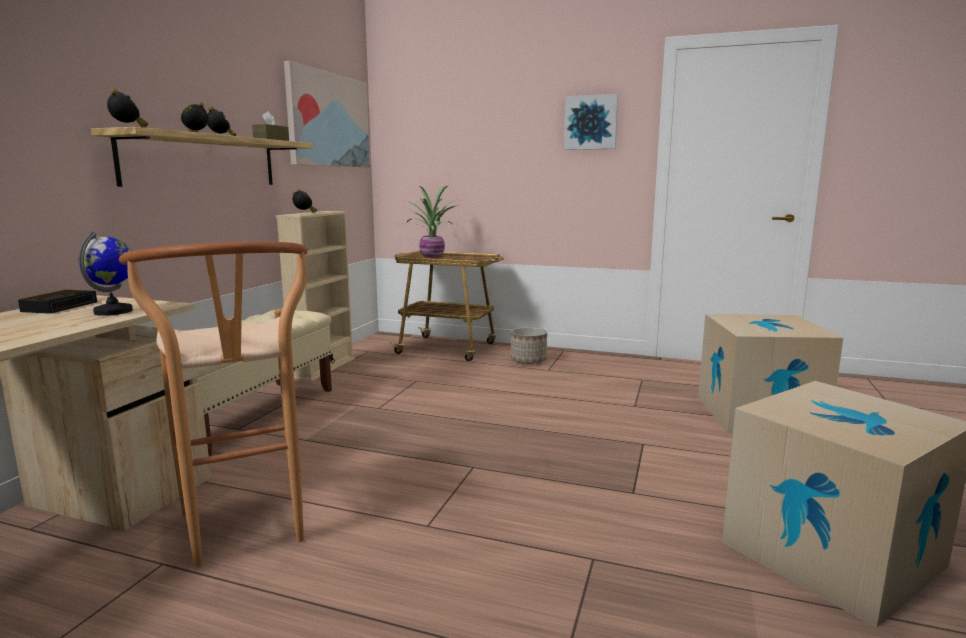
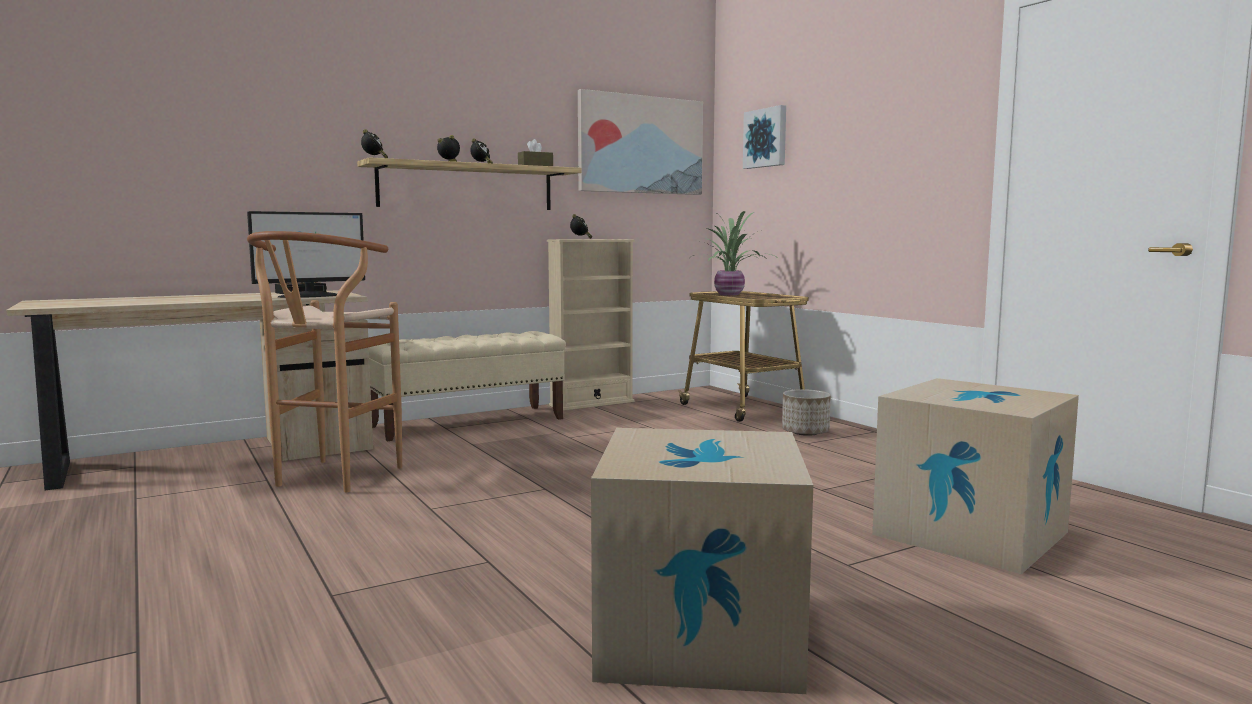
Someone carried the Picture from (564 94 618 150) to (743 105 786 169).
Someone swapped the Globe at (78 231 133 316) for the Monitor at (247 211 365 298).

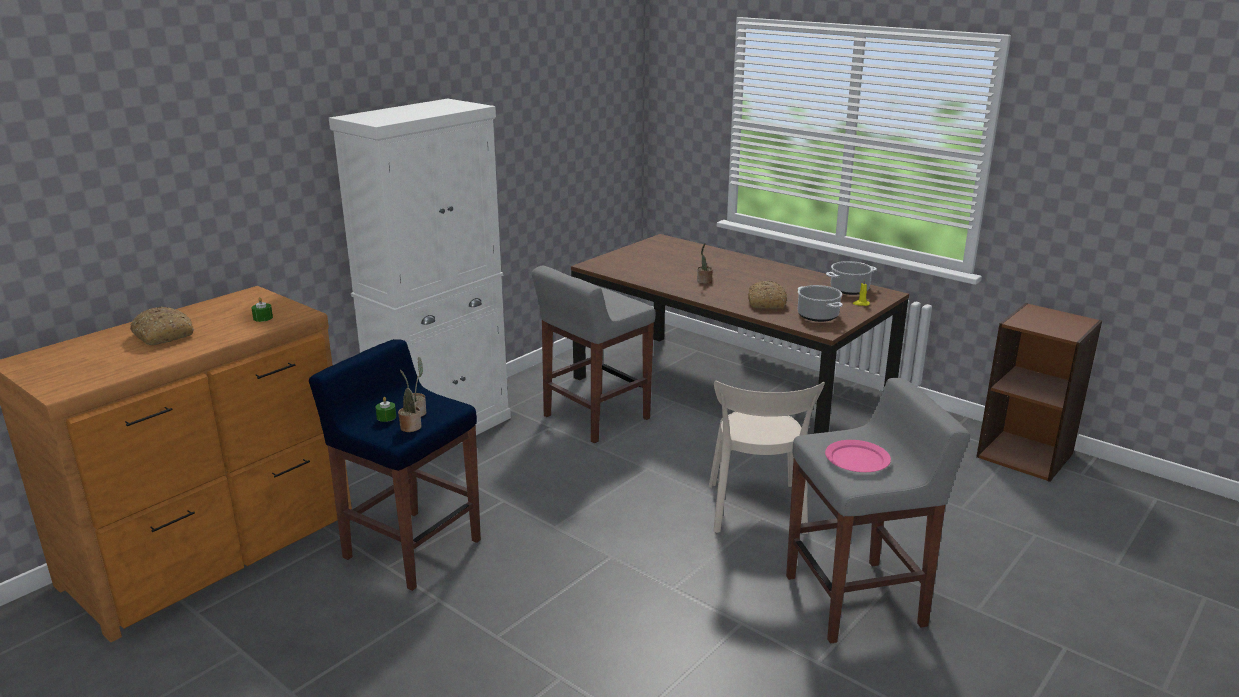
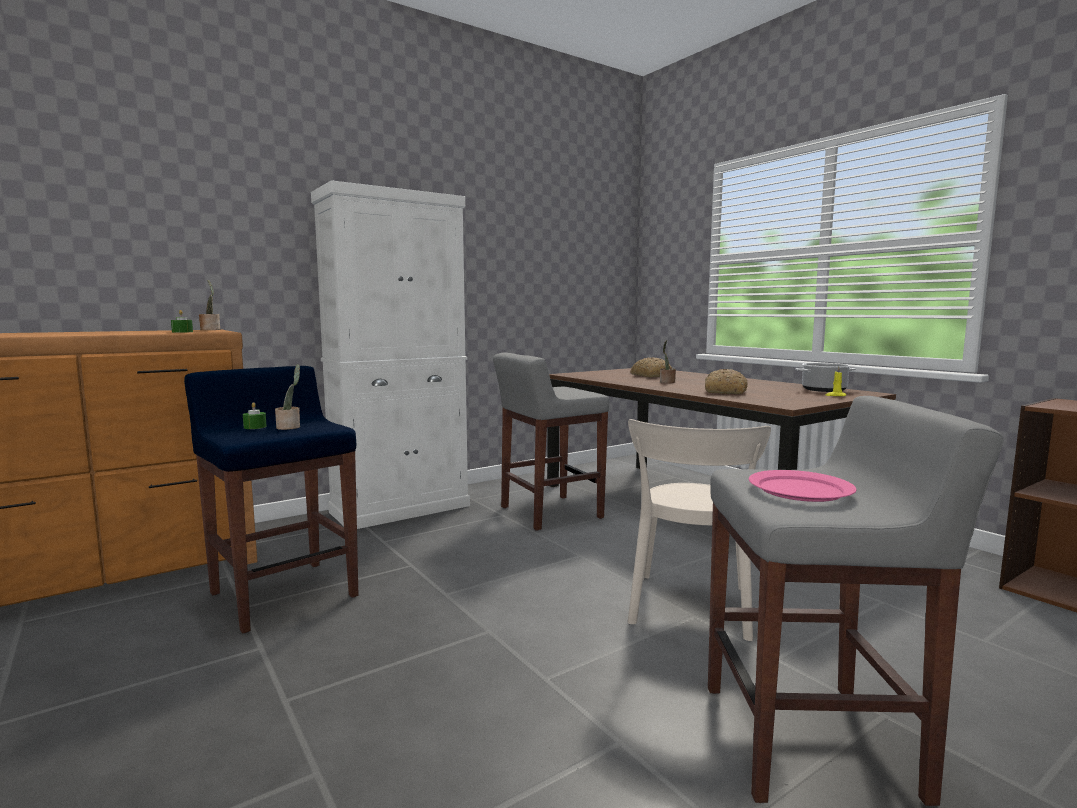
Someone took away the CookingPot at (797 285 842 322).
Someone carried the Bread from (130 307 194 345) to (630 357 672 377).
Someone carried the PottedPlant from (398 370 422 432) to (199 280 220 330).

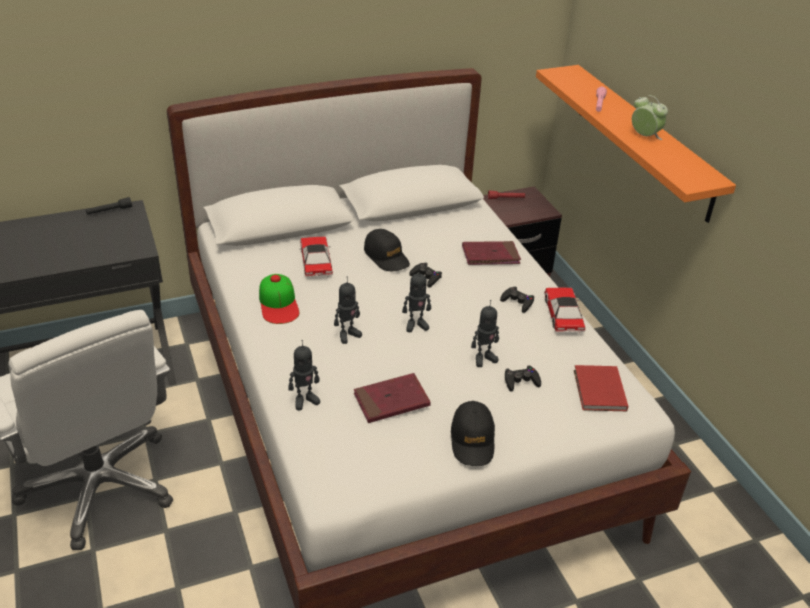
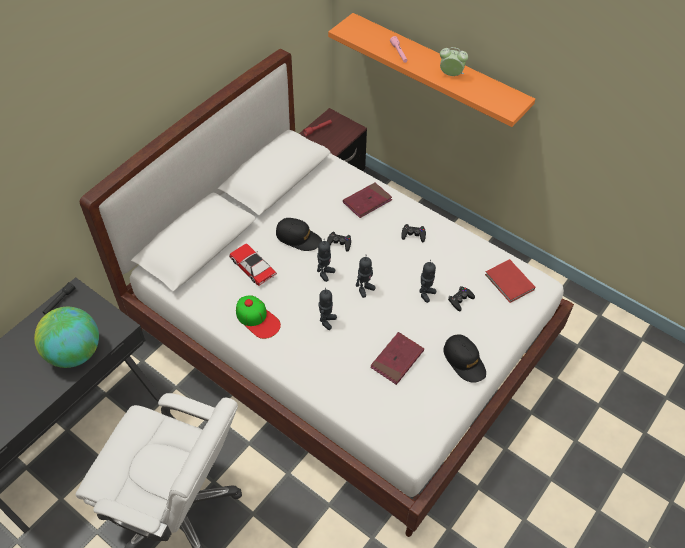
Someone took away the ToyCar at (544 288 585 333).
Someone carried the ToyRobot from (288 340 320 410) to (317 241 335 282).
Someone put down the Globe at (34 307 99 368).

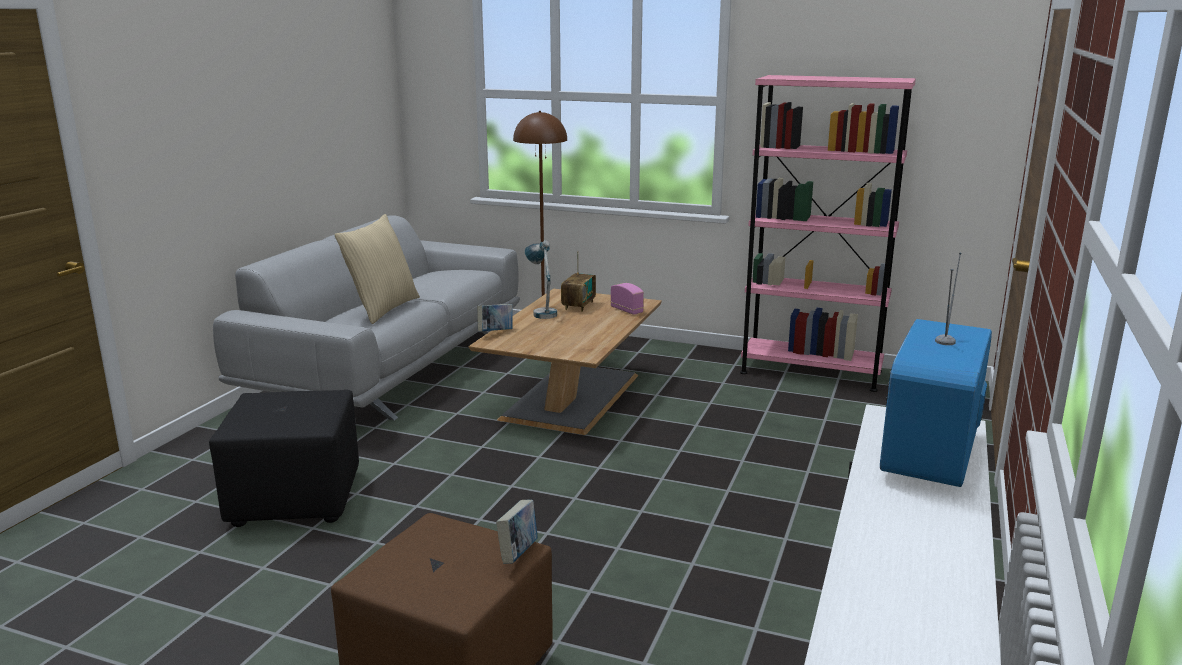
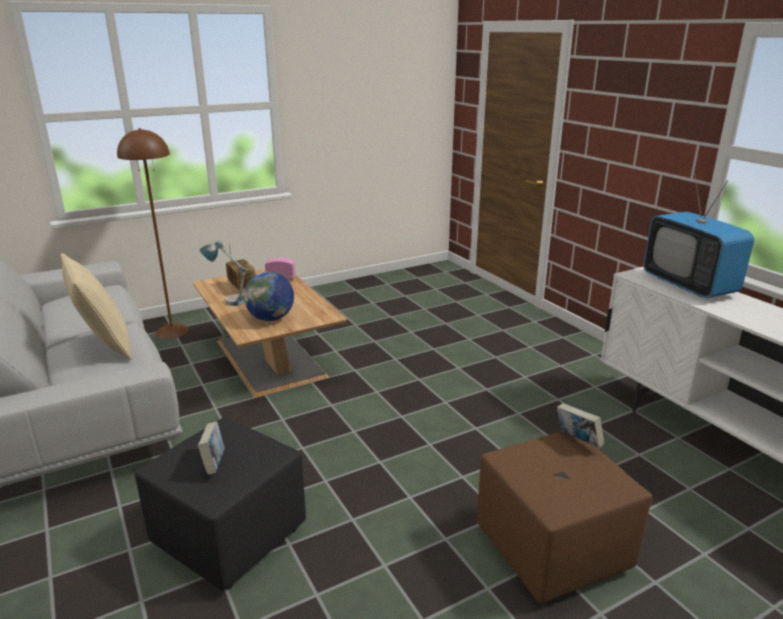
Someone took away the PinkBookcase at (740 75 916 392).
Someone carried the Book from (477 304 513 332) to (198 422 225 475).
Someone put down the Globe at (244 272 294 321).

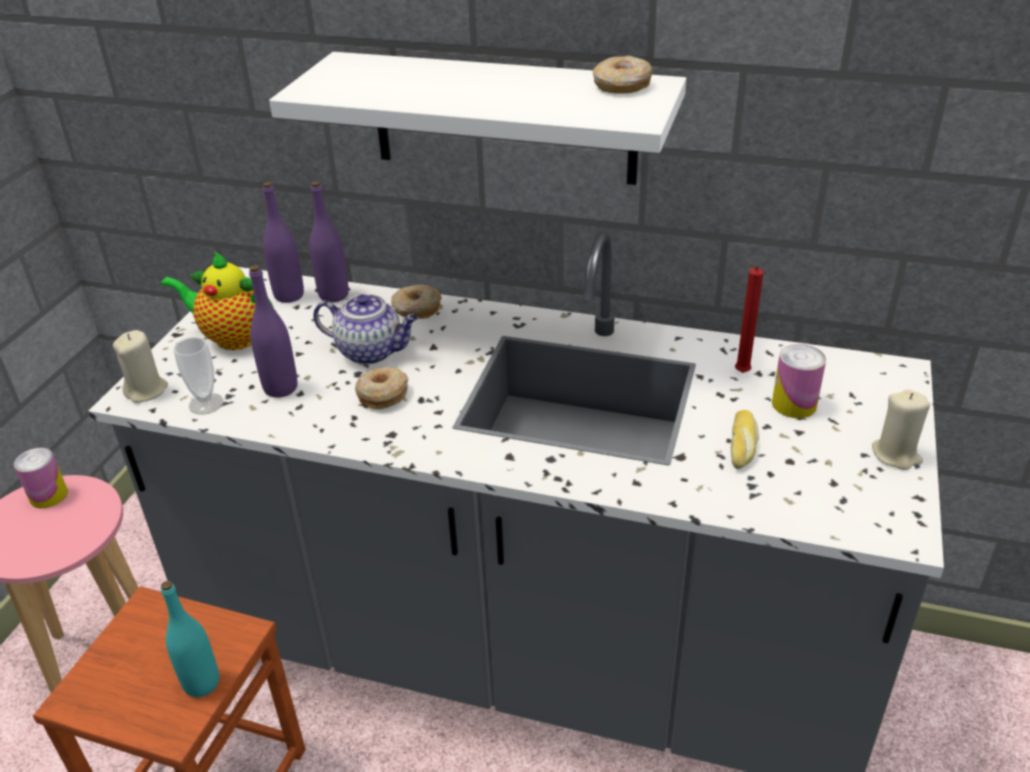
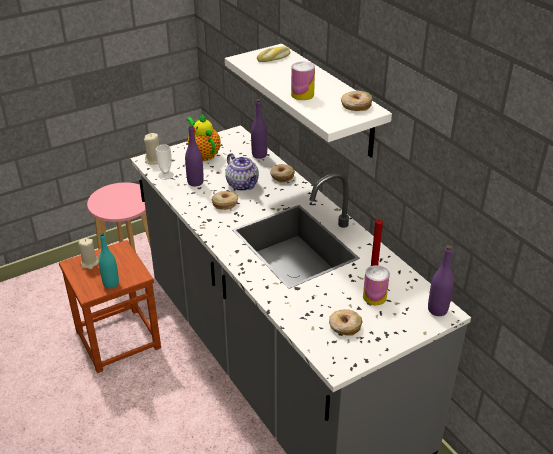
Someone carried the PurpleBottle from (263 182 304 303) to (428 245 454 316).
Someone carried the BeigeCandle from (872 390 930 470) to (78 238 99 269).
Someone carried the Bread from (731 410 759 469) to (257 46 291 62).
Someone carried the Can from (14 448 68 508) to (291 62 315 100).
Someone put down the Donut at (329 309 363 336).

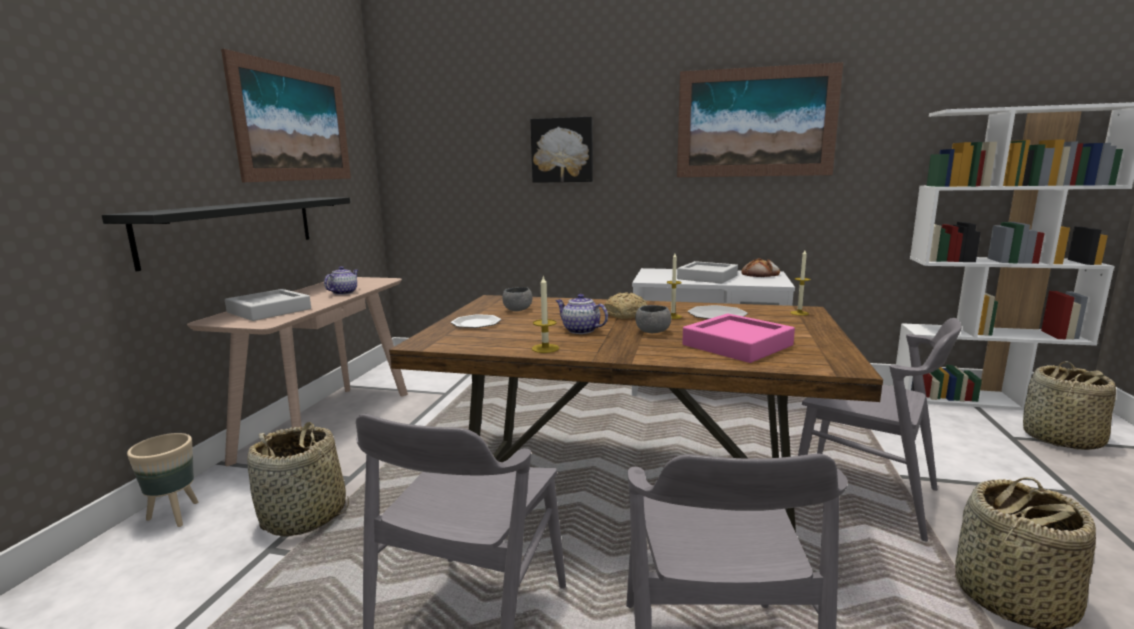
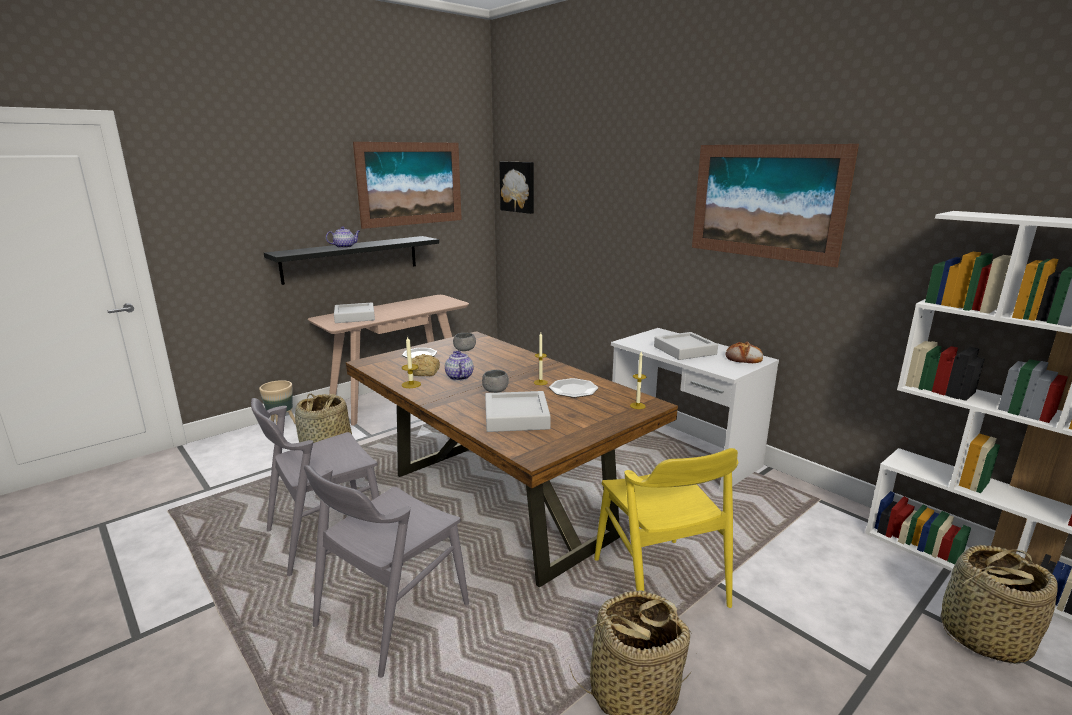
Someone carried the Picture from (530 116 593 183) to (499 162 534 214).
Someone carried the Teapot from (324 266 358 295) to (326 226 360 248).
Someone carried the Bread from (604 292 647 319) to (407 354 440 376).
Someone repainted the PinkTray at (682 313 795 363), which became the GreyTray at (485 391 551 432).
Someone repainted the GreyChair at (798 318 962 541), which became the YellowChair at (594 448 739 608).

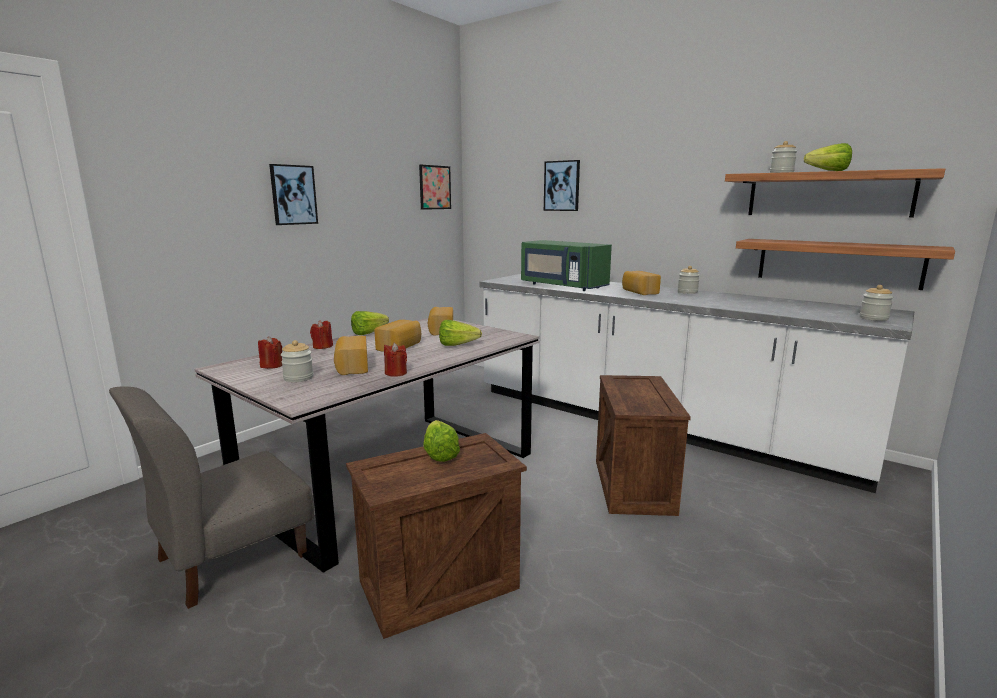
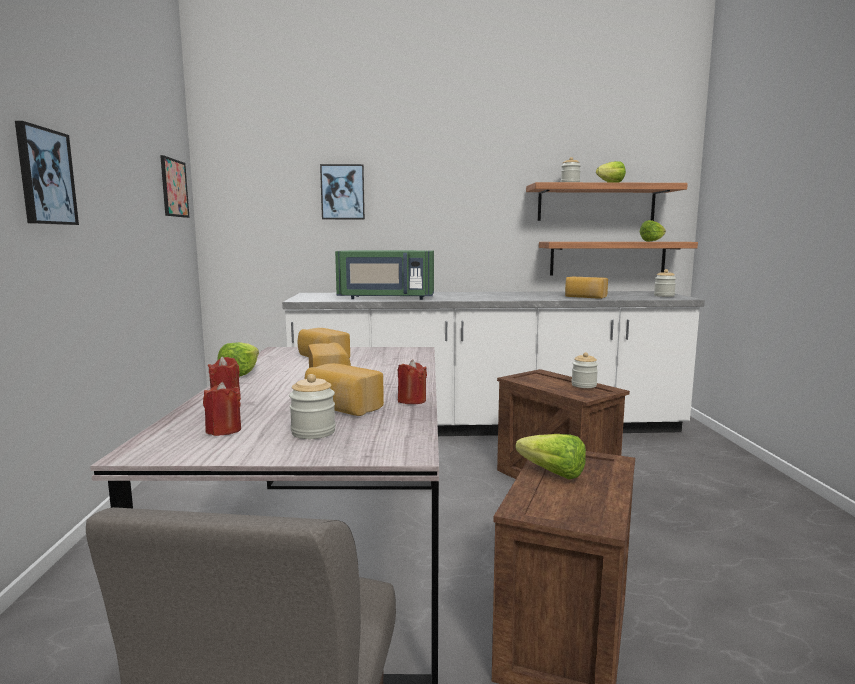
Someone carried the Jar from (678 266 700 294) to (572 352 598 388).
Someone carried the Bread from (622 271 661 295) to (565 277 608 299).
Someone carried the Lettuce from (439 320 482 346) to (640 220 666 242).

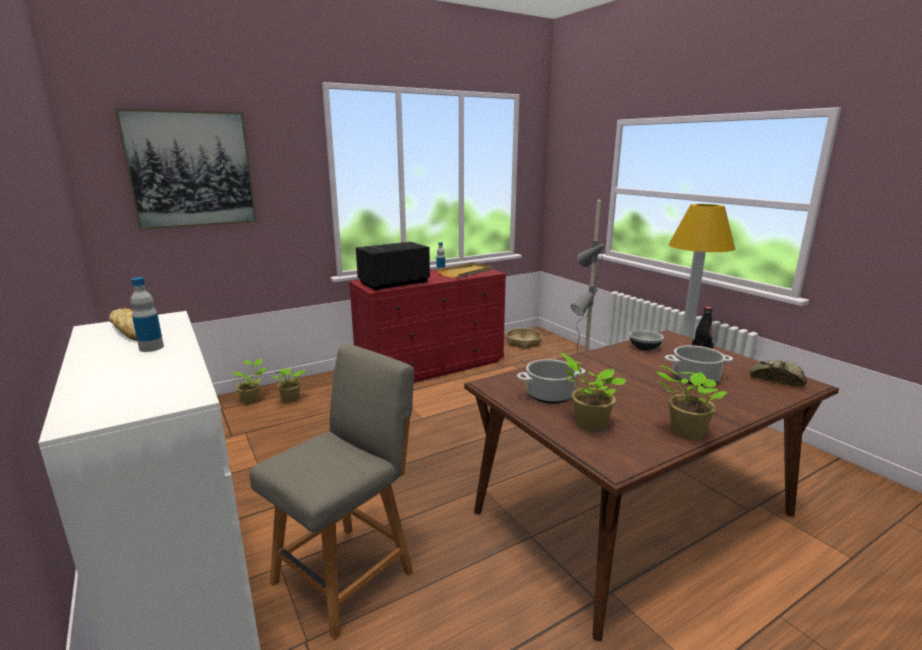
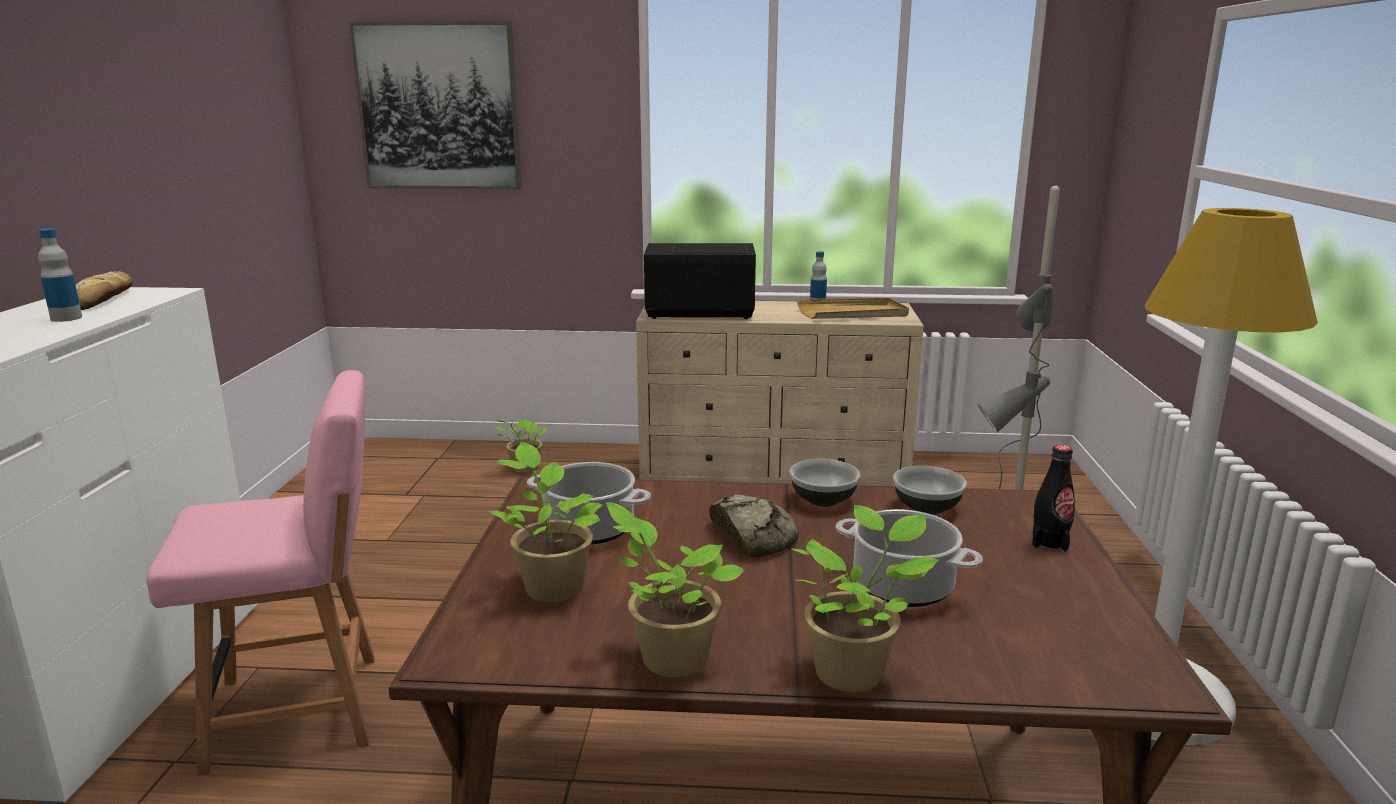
Someone repainted the RedDresser at (349 269 506 383), which became the BeigeDresser at (636 301 924 486).
Someone took away the Basket at (506 328 542 349).
Someone repainted the GreyChair at (249 344 414 640), which became the PinkChair at (147 370 375 776).
Someone carried the PottedPlant from (232 359 266 404) to (791 505 939 692).
Someone carried the Bread from (750 360 807 387) to (709 495 799 558).
Someone put down the Bowl at (789 459 860 507).

